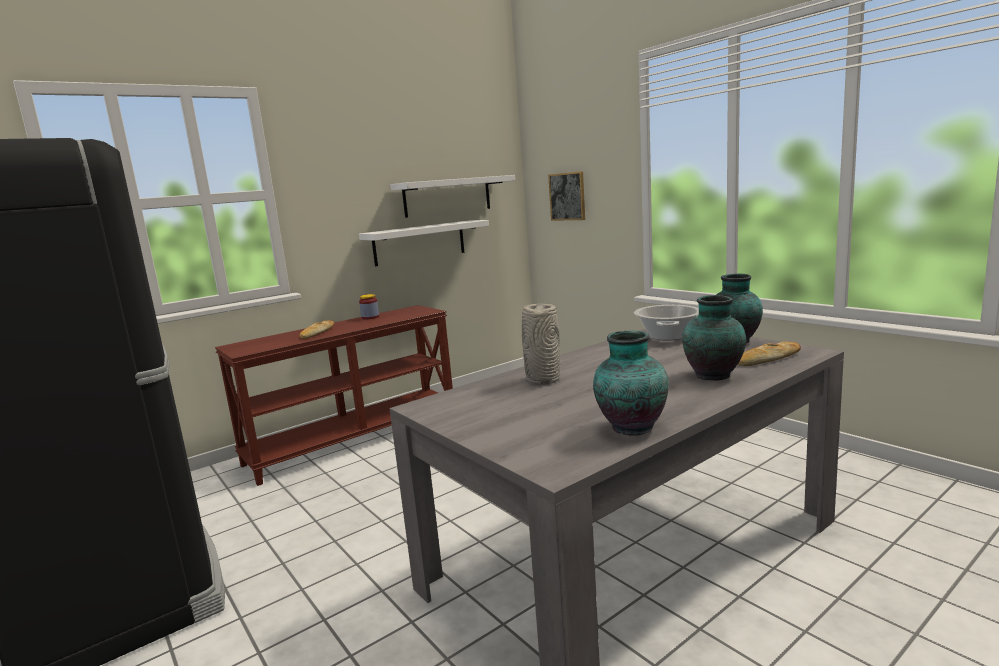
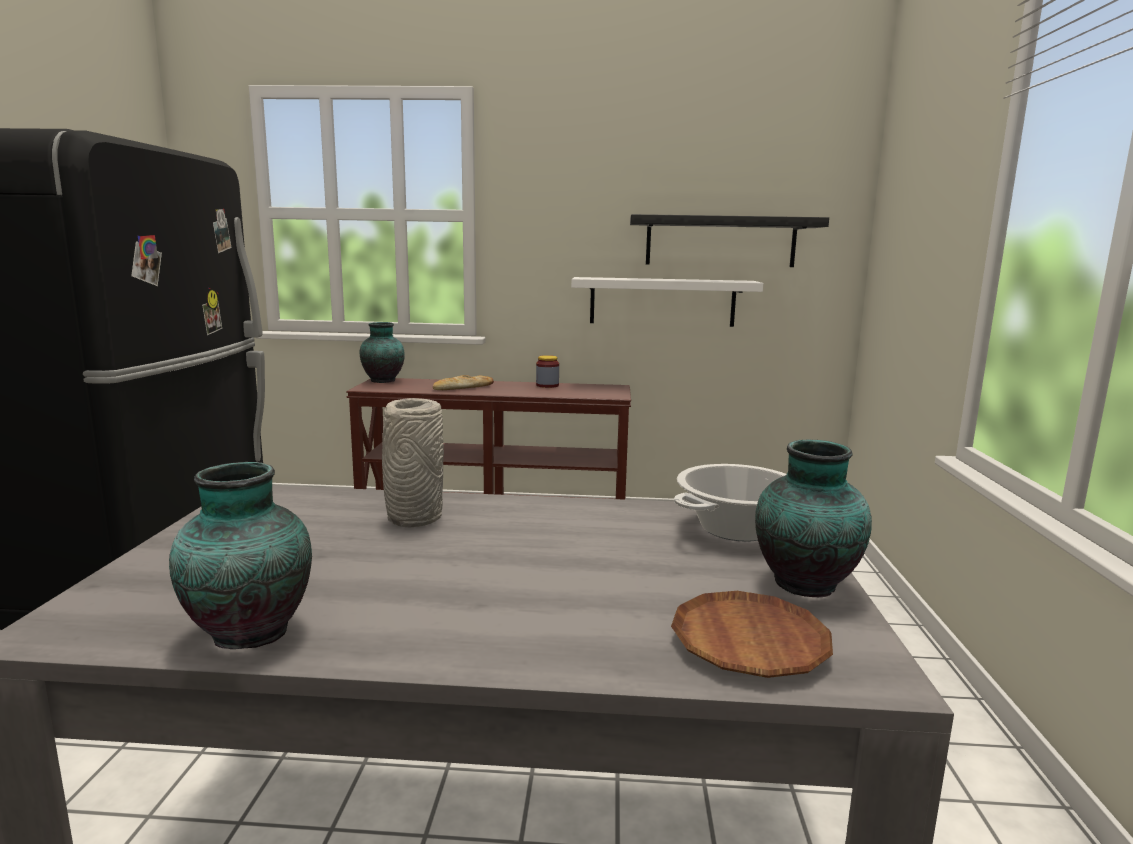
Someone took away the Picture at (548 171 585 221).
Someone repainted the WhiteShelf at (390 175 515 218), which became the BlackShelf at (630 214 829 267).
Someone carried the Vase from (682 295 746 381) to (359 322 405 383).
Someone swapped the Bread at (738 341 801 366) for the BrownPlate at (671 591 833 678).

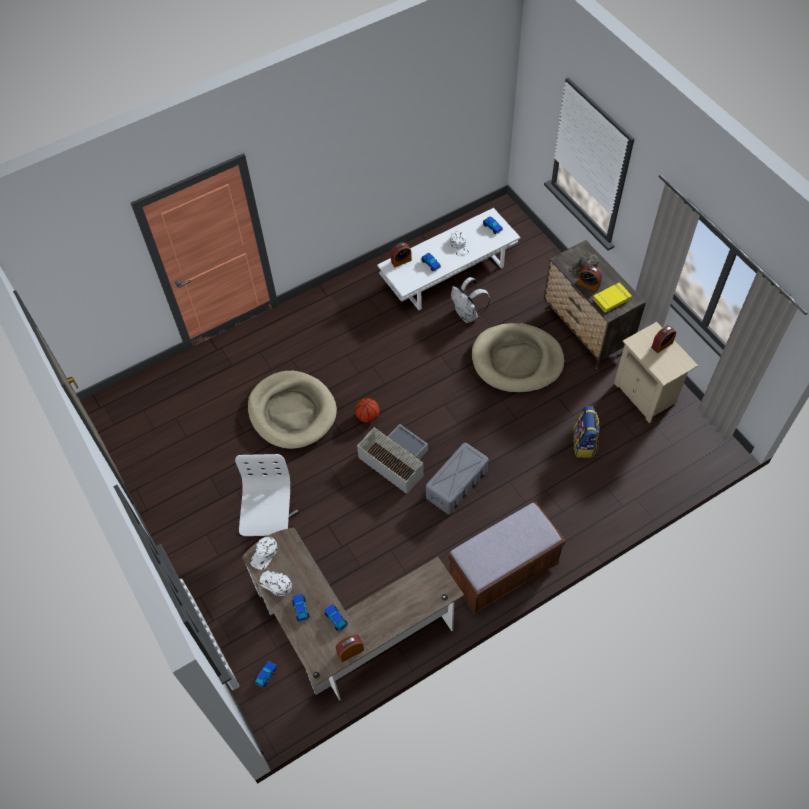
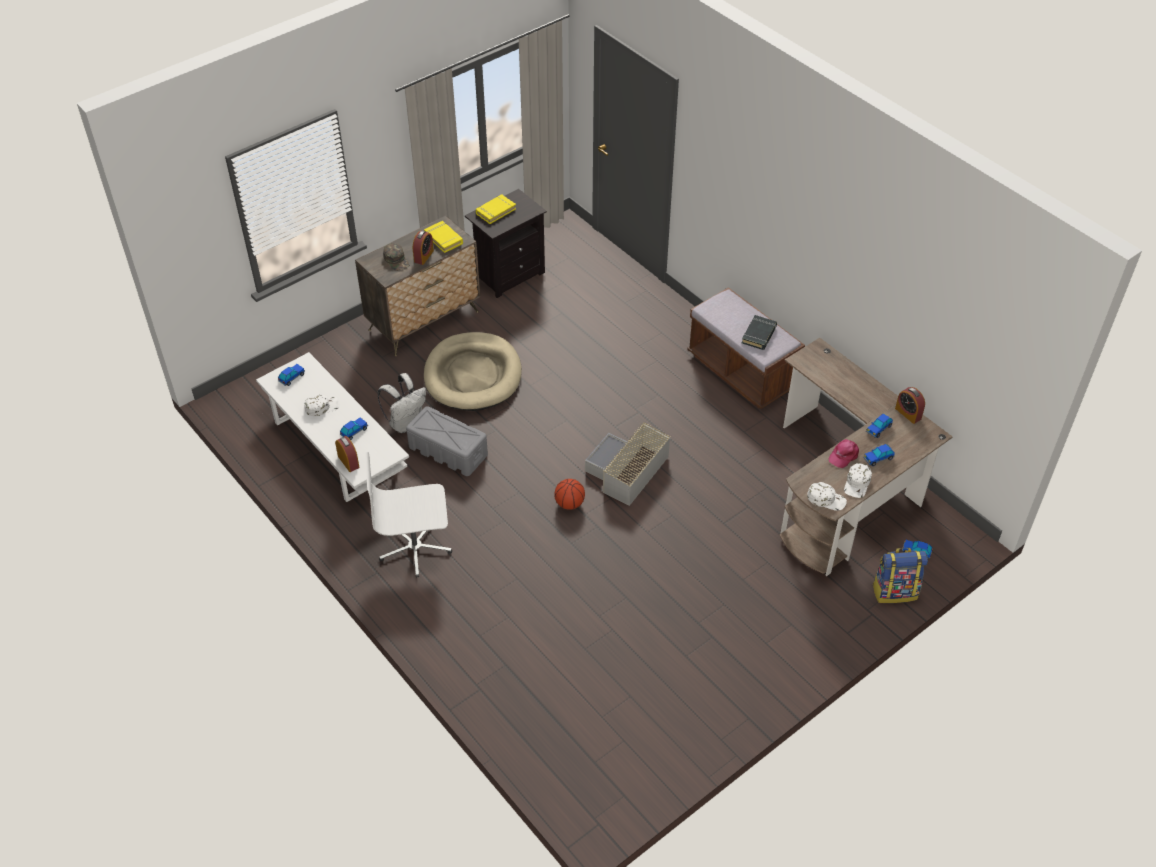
Someone repainted the BeigeNightstand at (614 322 698 423), which became the BlackNightstand at (465 189 547 298).
Someone swapped the AlarmClock at (651 325 676 353) for the YellowBook at (476 194 516 224).
Someone took away the BeigeDogBed at (248 371 337 449).
Someone carried the Backpack from (573 406 600 458) to (873 548 928 603).
Someone carried the GreyStorageBox from (426 443 488 514) to (406 406 488 476).
Someone carried the WhiteOfficeChair from (235 454 299 536) to (365 452 452 578).
Someone put down the BlackBook at (742 315 777 350).
Someone put down the PinkCap at (829 439 859 468).

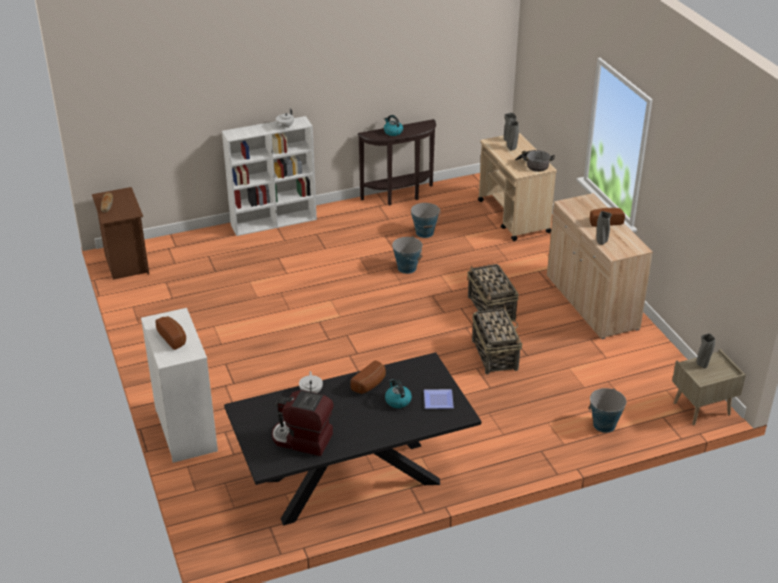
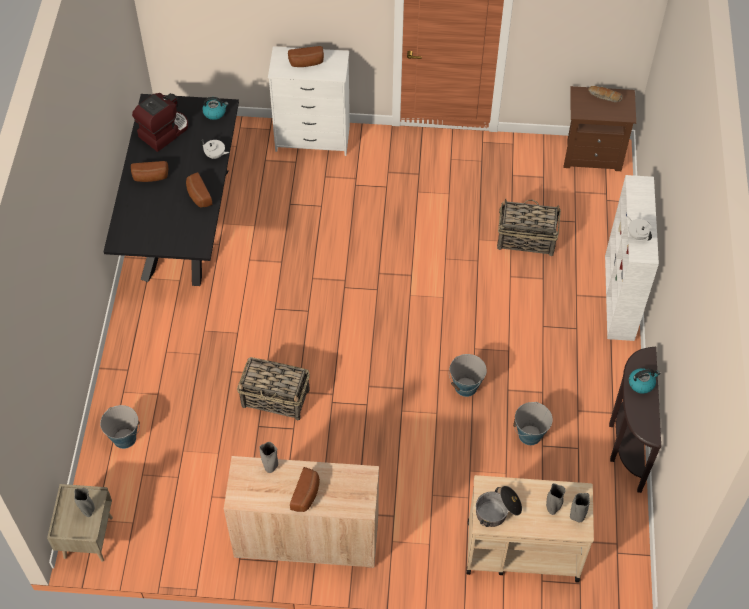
Someone carried the Basket from (467 264 519 321) to (497 198 561 256).
Someone carried the Kettle from (385 379 412 408) to (202 97 229 120).
Someone took away the Plate at (424 389 454 409).
Someone put down the Bread at (131 161 168 182).

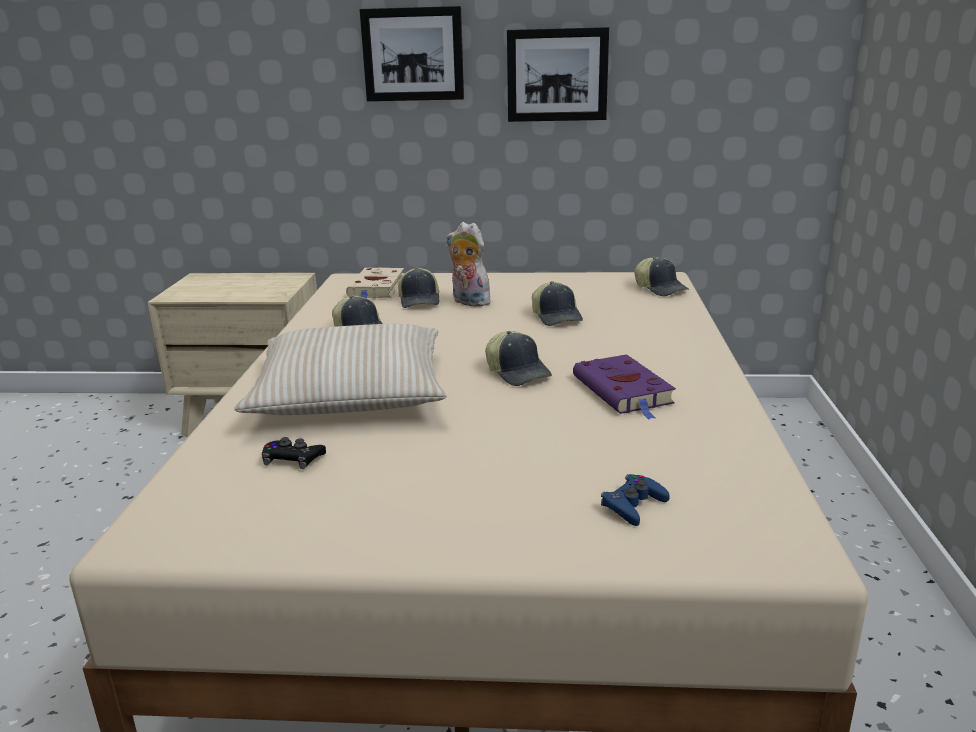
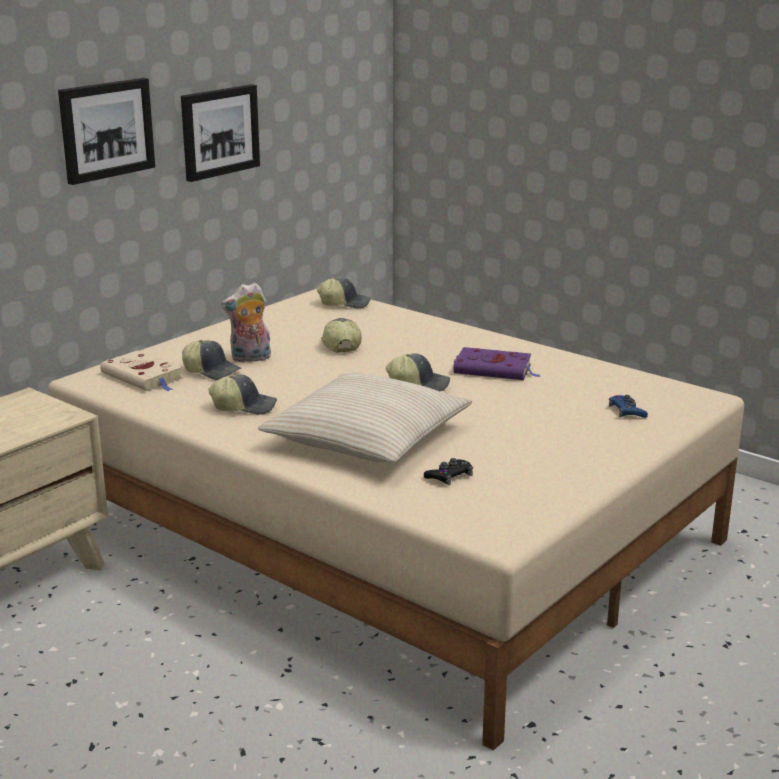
Someone rotated the Cap at (532 281 583 326) by 120 degrees counterclockwise.

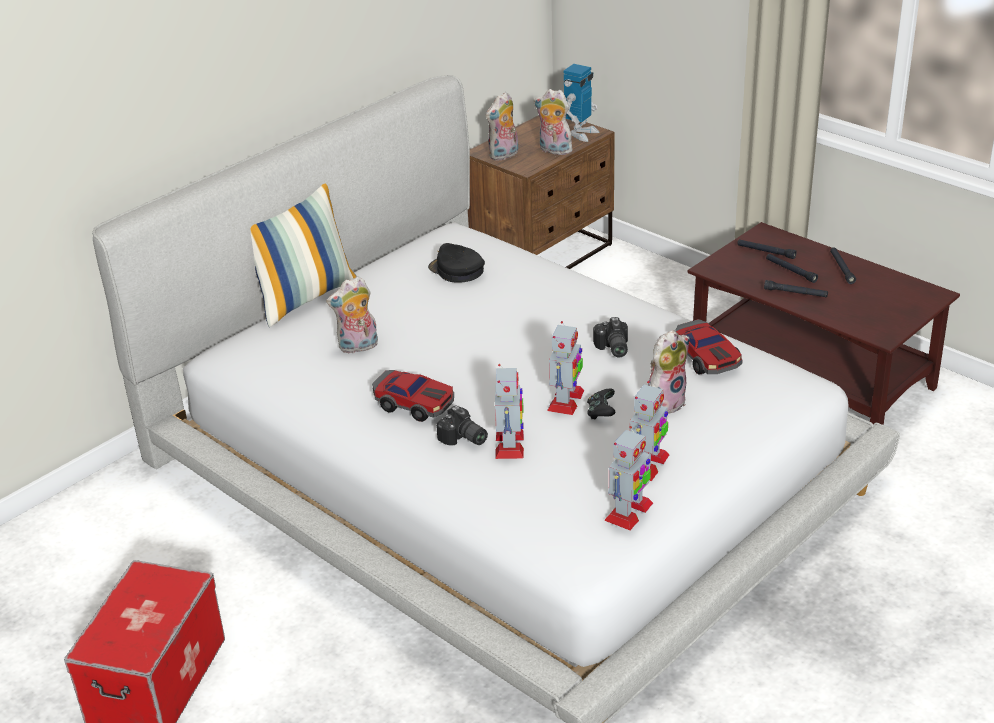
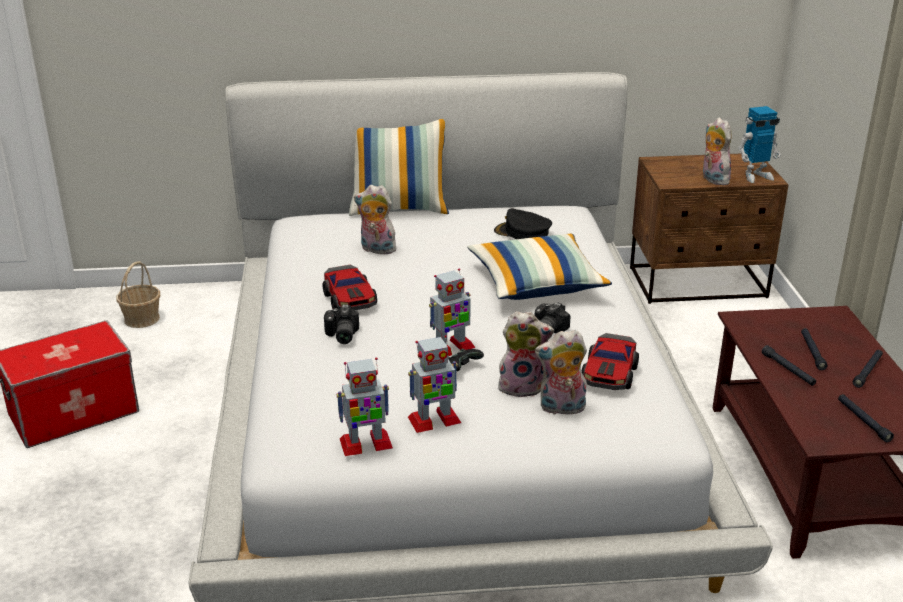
Someone carried the PlushToy from (486 92 519 161) to (535 330 587 415).
Someone carried the BlackFlashlight from (737 239 797 259) to (838 394 894 442).
Someone rotated the BlackCap at (428 243 485 283) by 60 degrees counterclockwise.
Someone took away the ToyRobot at (495 364 524 459).
Someone put down the Pillow at (467 234 612 300).
Someone put down the Basket at (116 261 160 328).

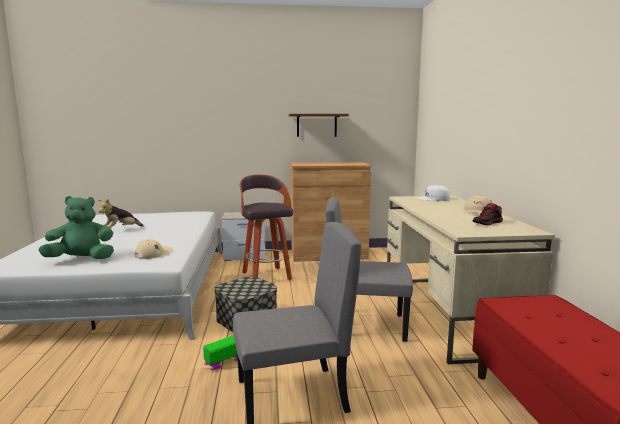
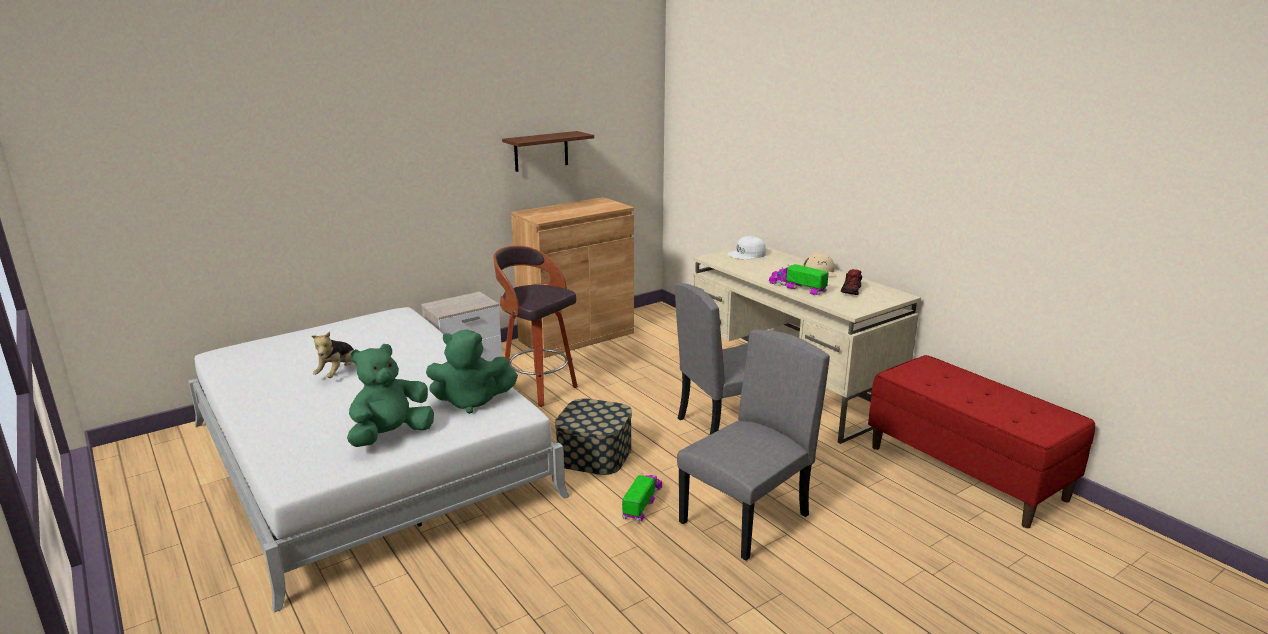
Someone swapped the BeigeCap at (135 239 173 259) for the GreenPlushToy at (426 330 518 414).
Someone put down the ToyTruck at (769 264 828 295).

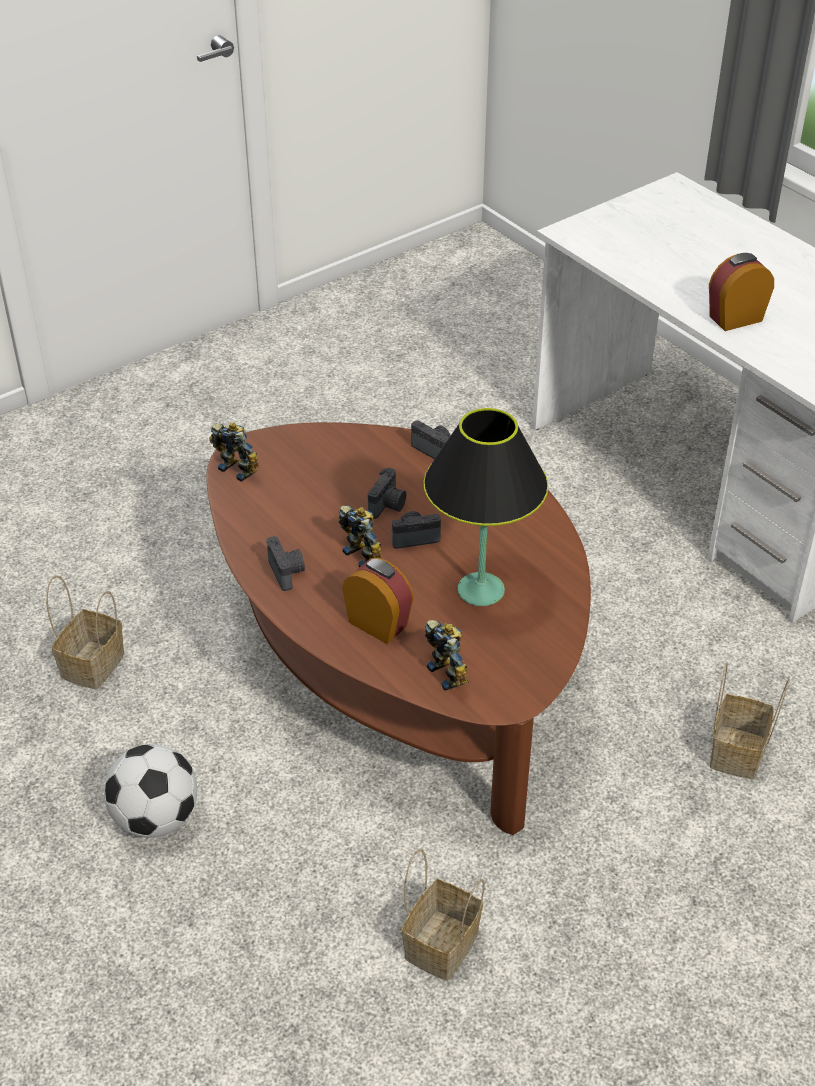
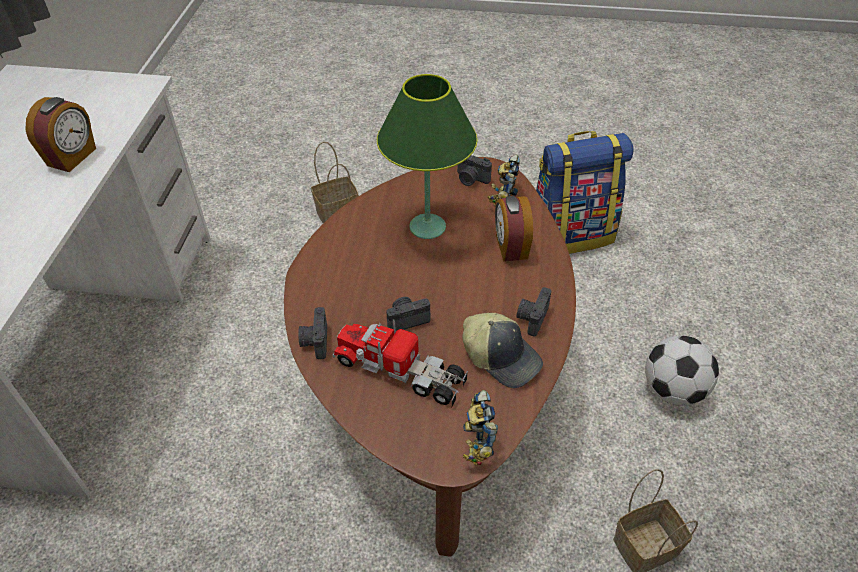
Someone rotated the AlarmClock at (709 253 774 331) by 90 degrees counterclockwise.
Someone repainted the BlackTableLamp at (423 408 549 606), which became the GreenTableLamp at (377 74 478 239).
Someone took away the ToyRobot at (338 506 381 568).
Someone carried the PhotoCamera from (392 511 441 549) to (457 155 492 186).
Someone swapped the Basket at (402 849 485 981) for the Backpack at (536 131 634 254).
Someone put down the Cap at (462 313 543 388).
Someone put down the ToyTruck at (333 319 468 406).

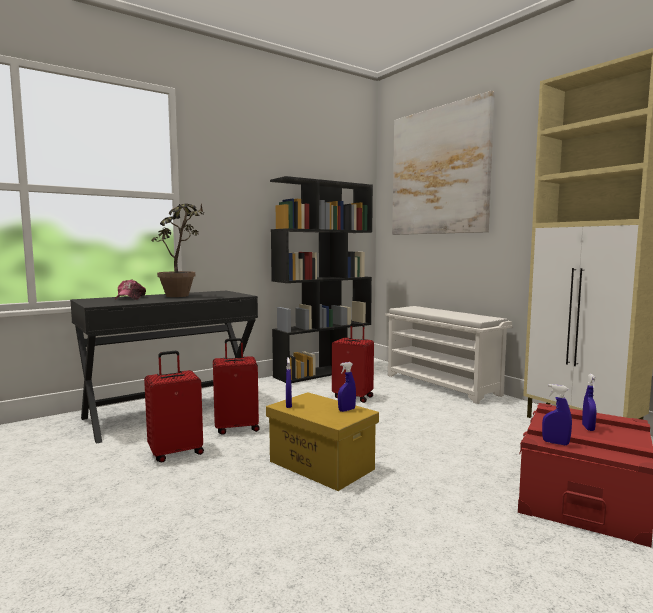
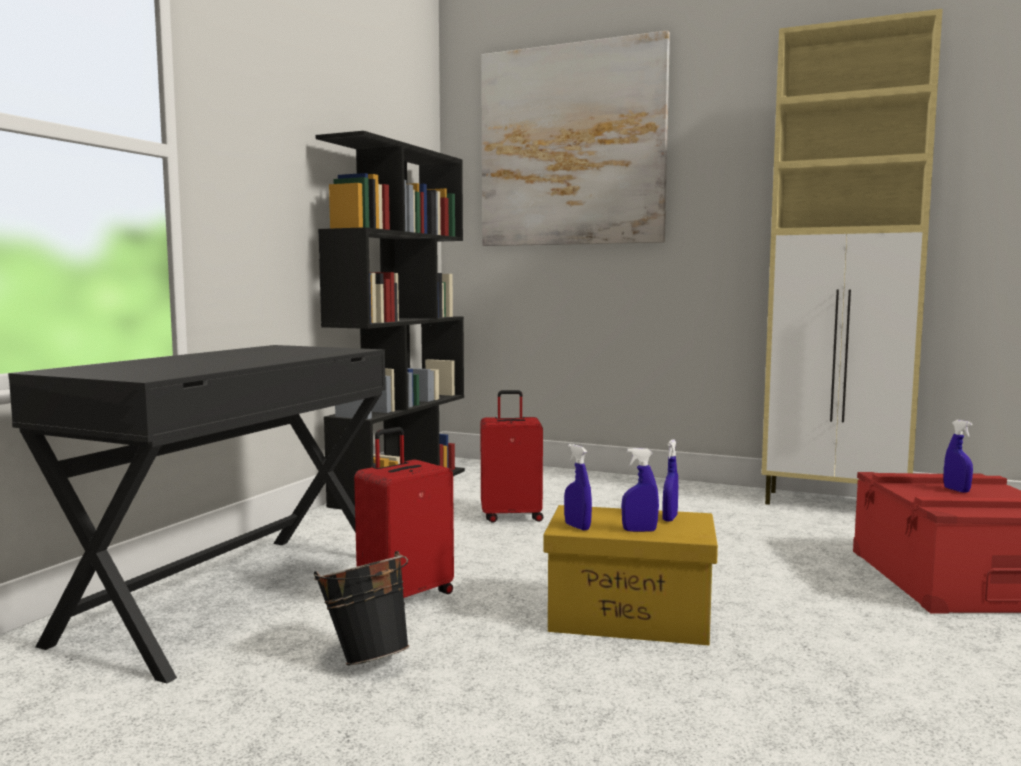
Someone took away the PottedPlant at (151 204 204 297).
Someone took away the Cap at (115 279 146 300).
Someone took away the WhiteShoeRack at (385 306 512 404).
Someone swapped the RedSuitcase at (144 351 204 463) for the BlackBucket at (314 551 410 665).
Someone carried the BlueSprayBottle from (542 384 572 445) to (621 448 659 532).

